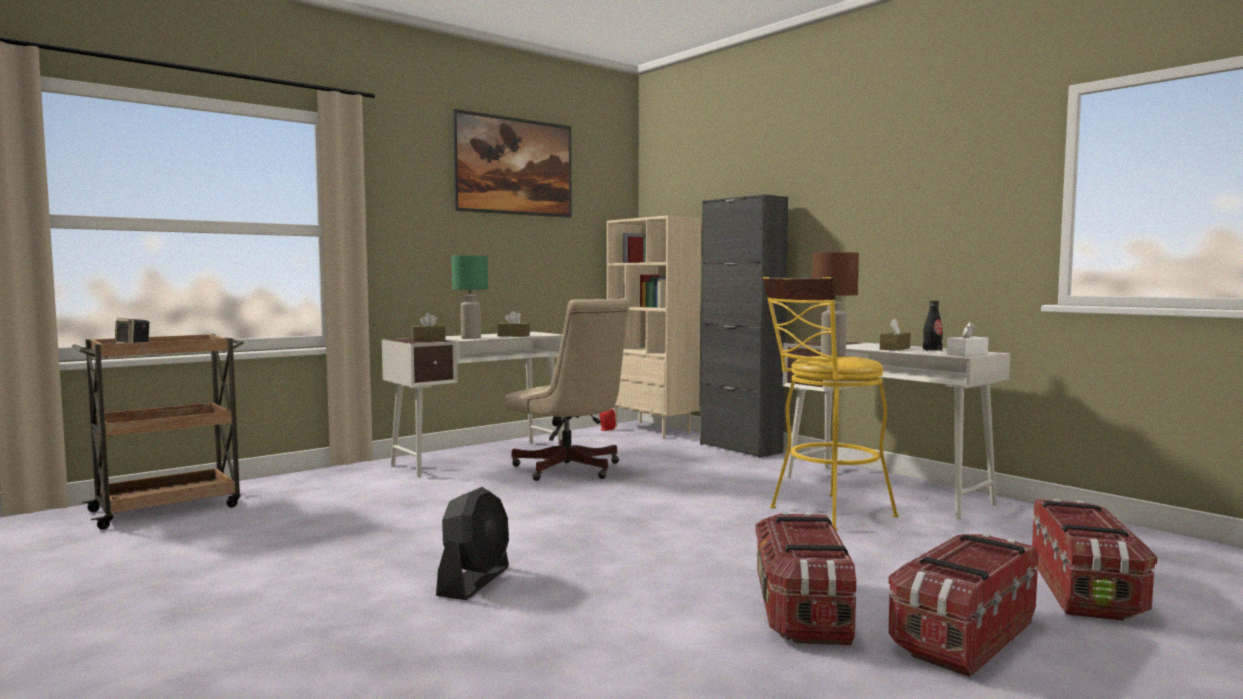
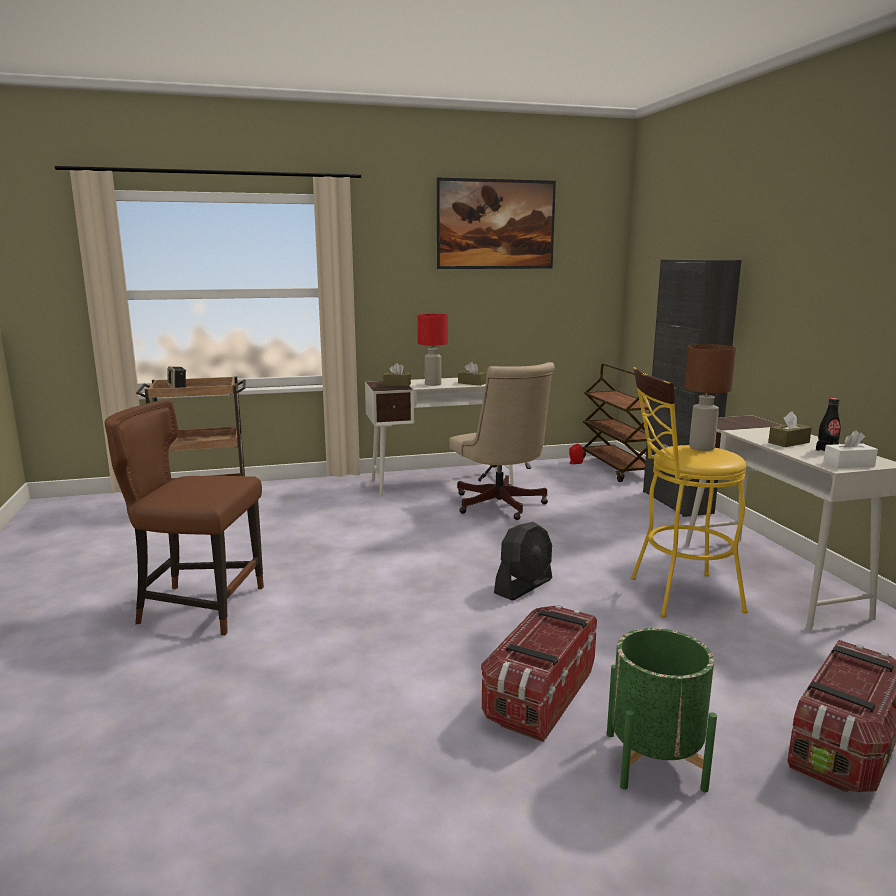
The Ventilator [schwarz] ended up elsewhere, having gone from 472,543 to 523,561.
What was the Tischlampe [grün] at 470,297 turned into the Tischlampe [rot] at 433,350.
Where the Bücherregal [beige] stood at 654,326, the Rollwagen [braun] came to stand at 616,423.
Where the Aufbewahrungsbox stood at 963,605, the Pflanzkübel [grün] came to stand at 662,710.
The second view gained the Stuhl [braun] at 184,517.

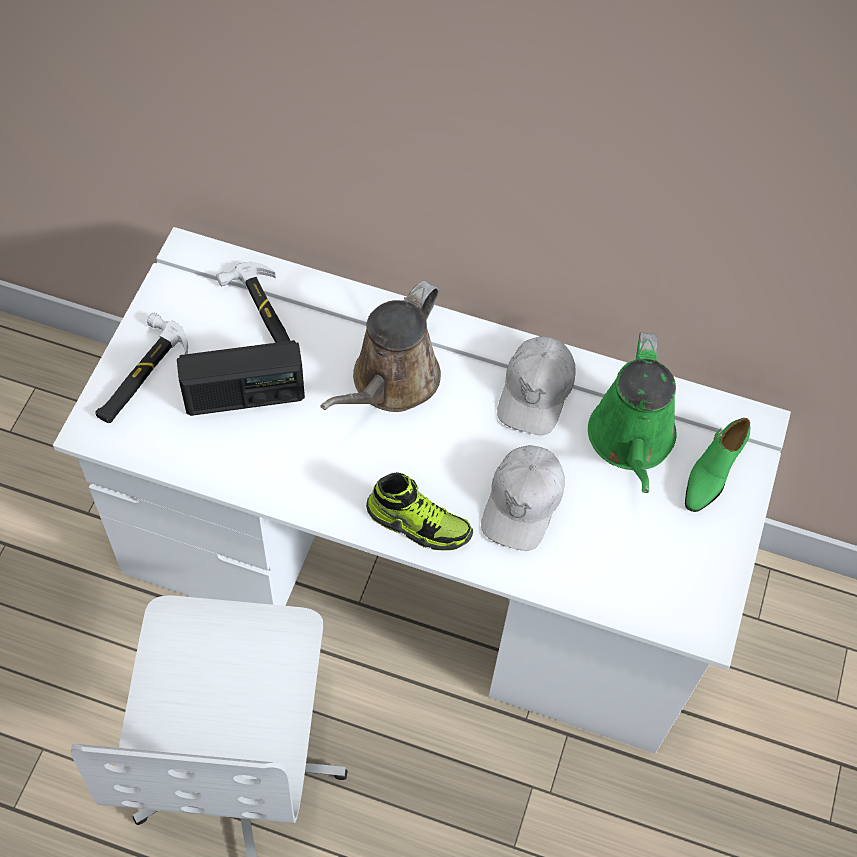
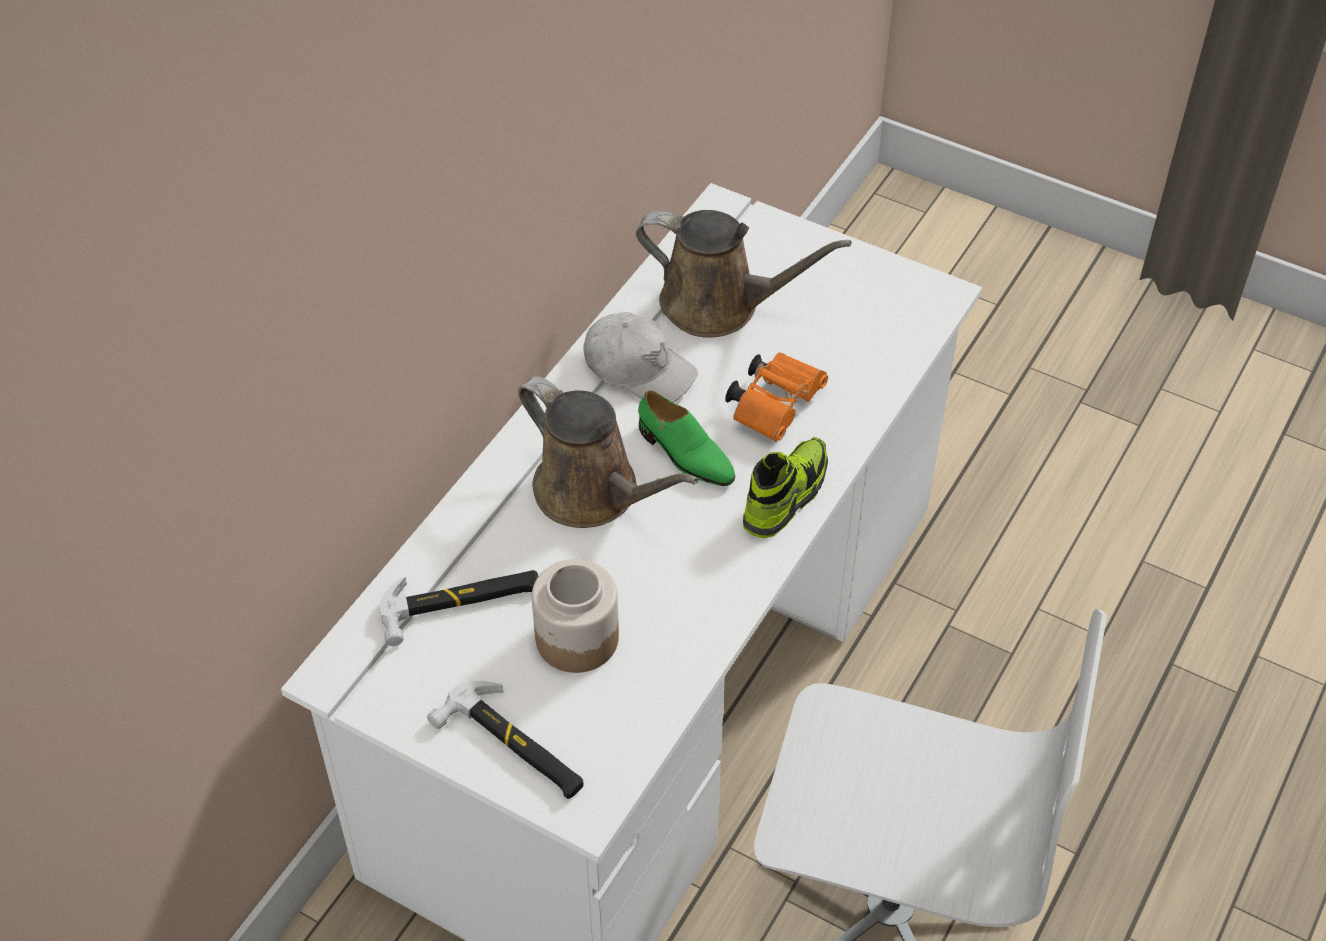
Where the Radio stood at 241,378, the Vorratsglas came to stand at 575,616.
Where the Kappe [weiß] stood at 523,498, the Fernglas [orange] came to stand at 776,397.
What was the Gießkanne [grün] at 632,412 turned into the Gießkanne [braun] at 744,274.
The Schuh [grün] ended up elsewhere, having gone from 717,465 to 686,438.

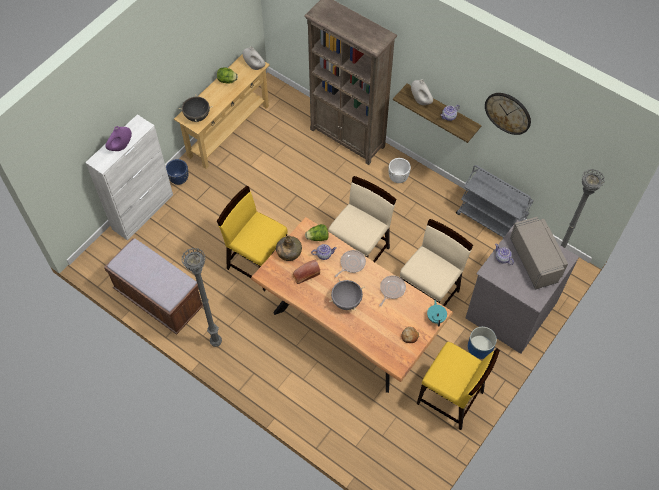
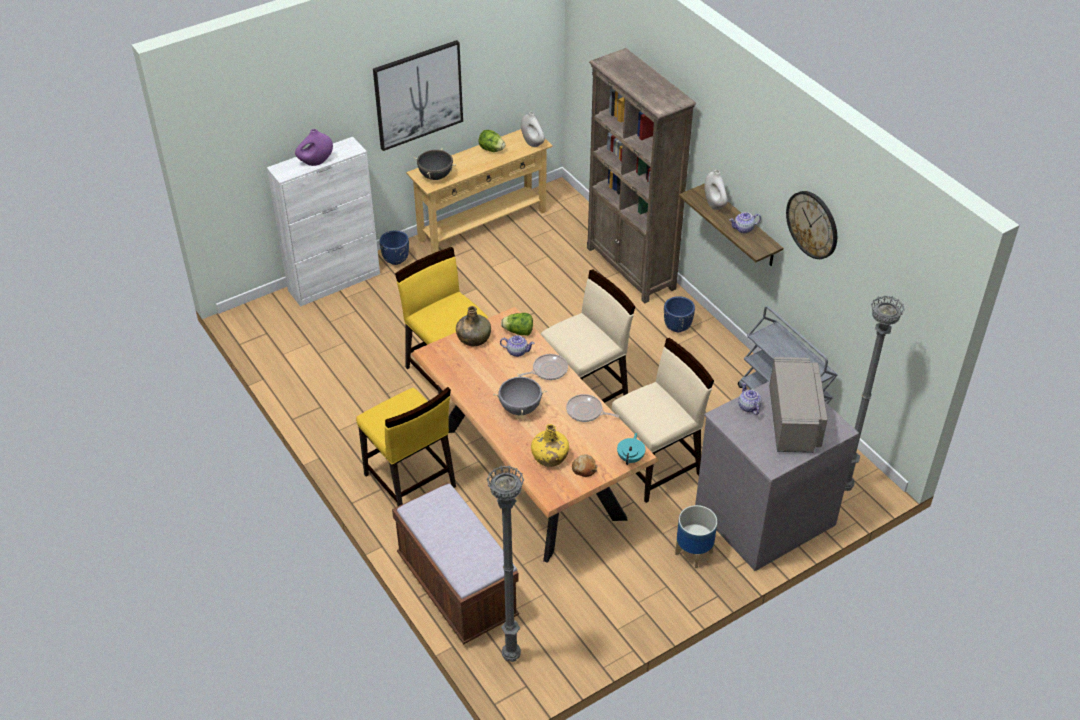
The Bank [braun] ended up elsewhere, having gone from 153,286 to 455,563.
The Stehlampe [grau] ended up elsewhere, having gone from 201,297 to 505,563.
The second view lost the Brot at 306,272.
The Pfanne at 392,291 ended up facing another way, 120 degrees counterclockwise from before.
What was the Pflanzkübel [weiß] at 399,170 turned into the Pflanzkübel [blau] at 679,314.
The Stuhl [gelb] ended up elsewhere, having gone from 458,386 to 406,446.
The second view gained the Bild at 418,95.
The second view gained the Flasche [gelb] at 550,445.

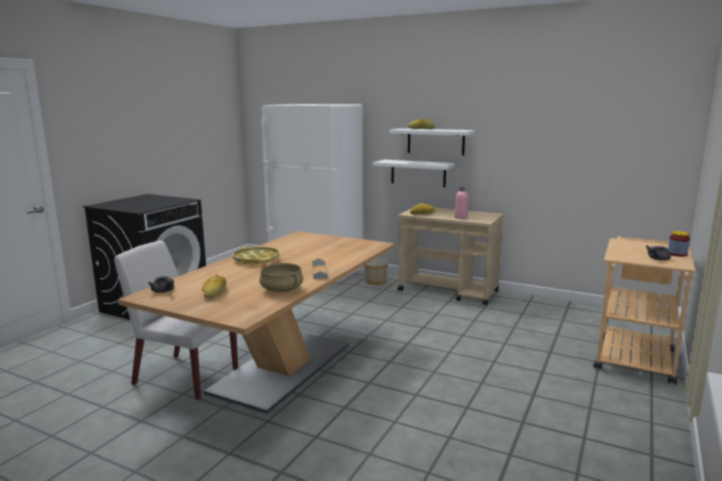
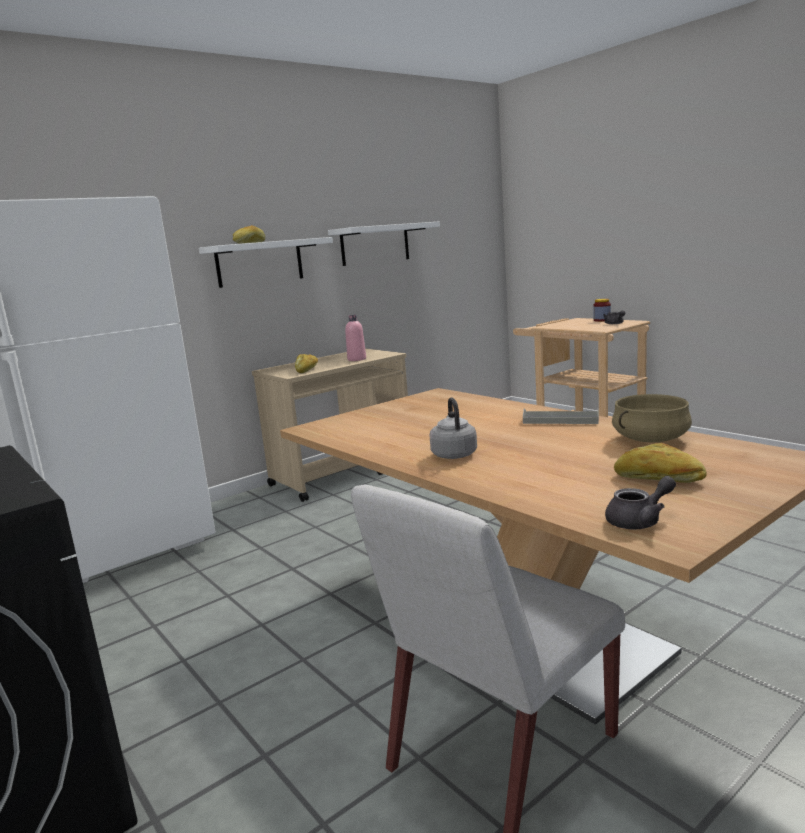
Where the Tablett [gelb] stood at 256,255, the Wasserkessel [grau] came to stand at 453,428.
The second view lost the Pflanzkübel at 376,272.
The Wandregal [weiß] ended up elsewhere, having gone from 414,173 to 384,244.

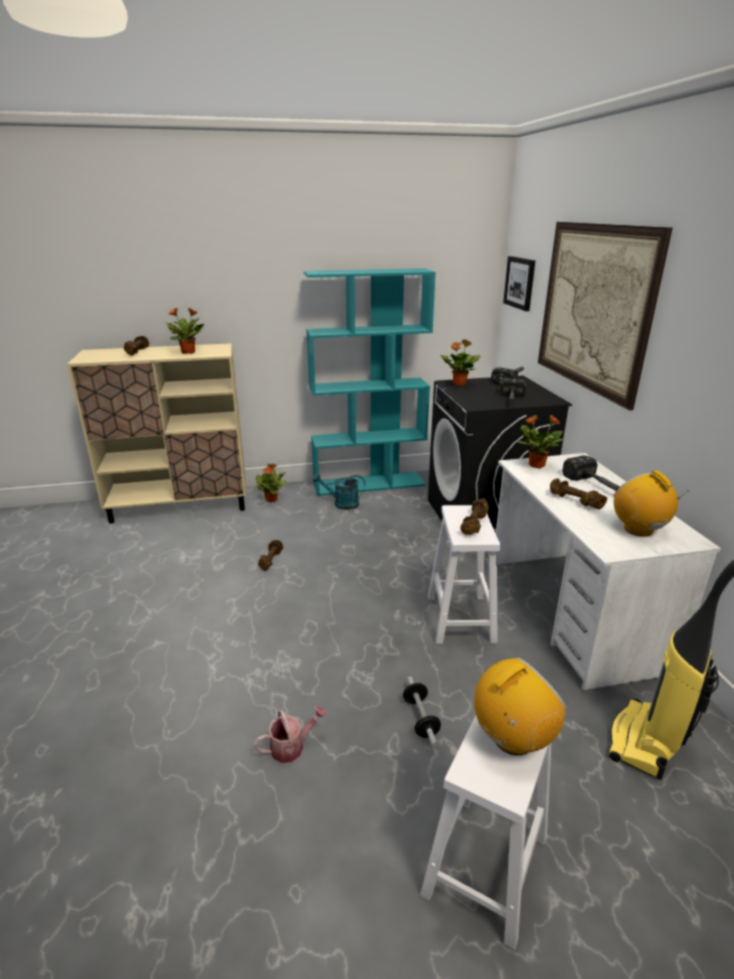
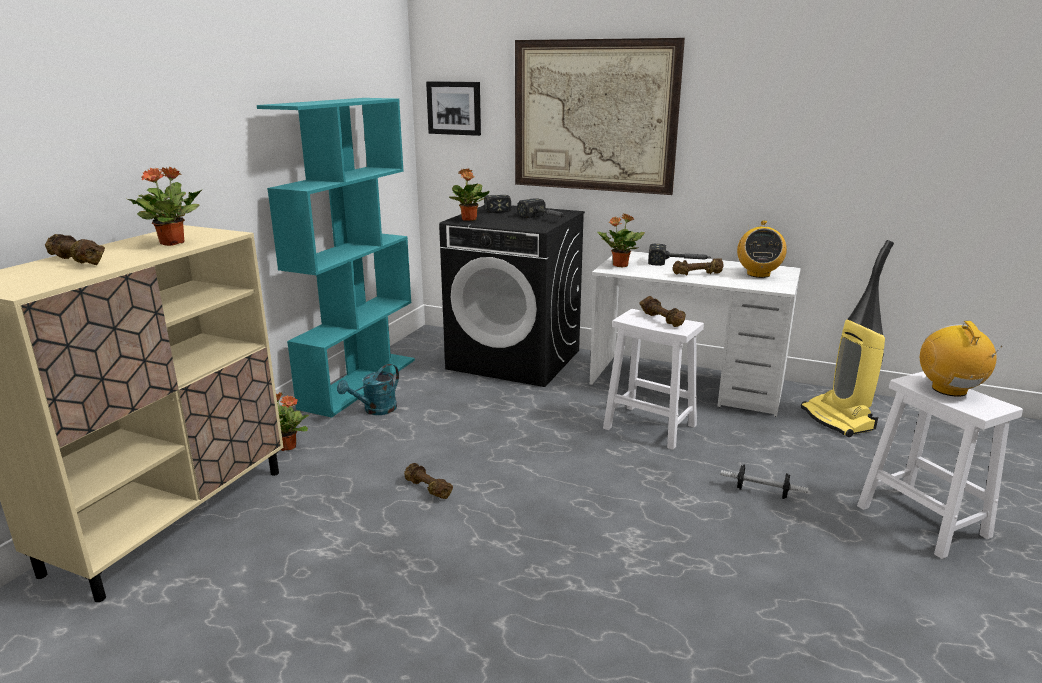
The second view lost the Gießkanne at 290,734.
The Radio at 651,503 ended up facing another way, 90 degrees counterclockwise from before.

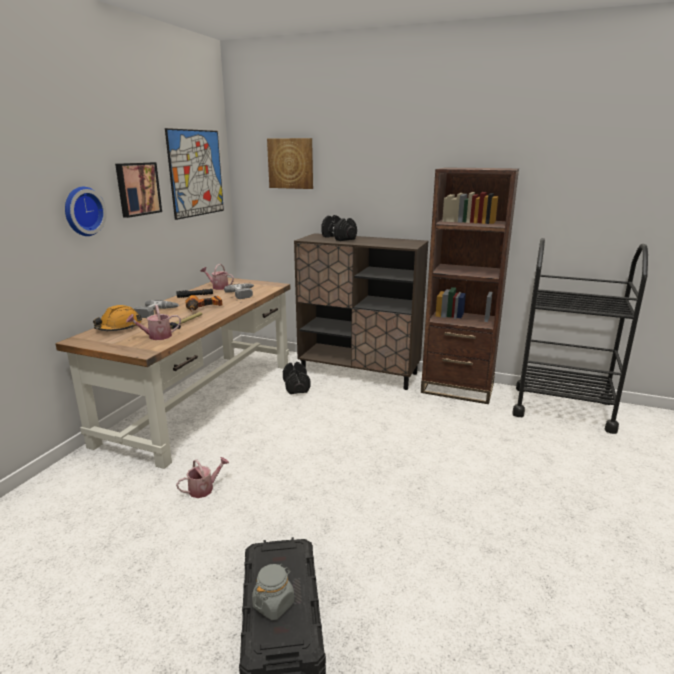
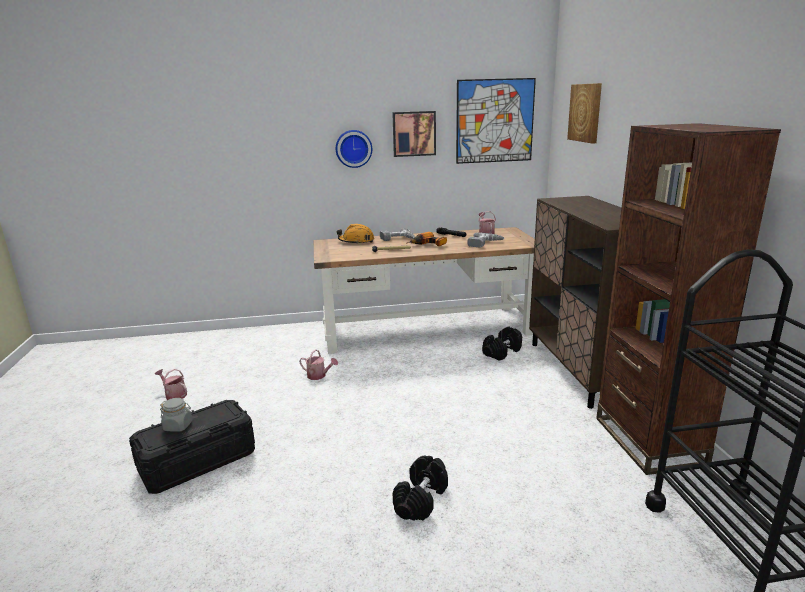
The Gießkanne ended up elsewhere, having gone from 153,322 to 171,384.
The Hantel [schwarz] ended up elsewhere, having gone from 339,228 to 420,488.

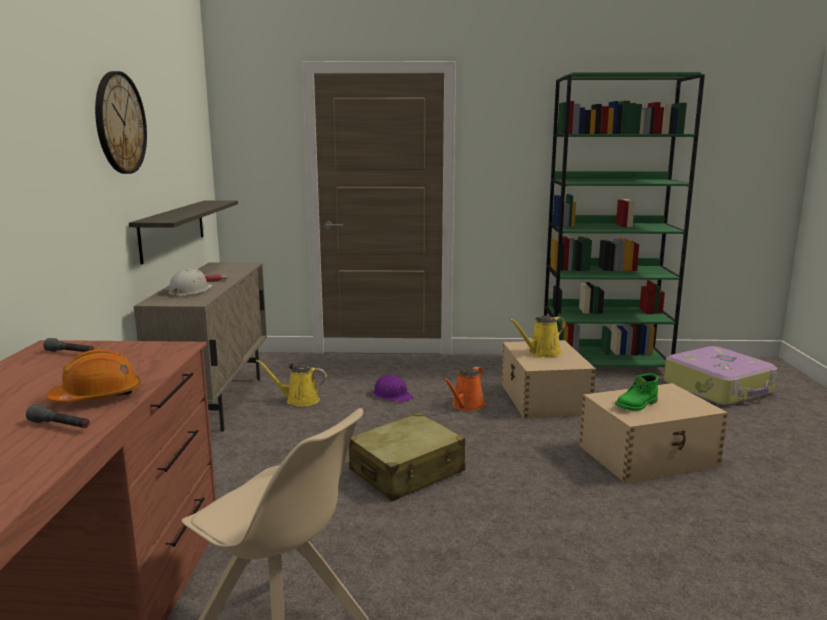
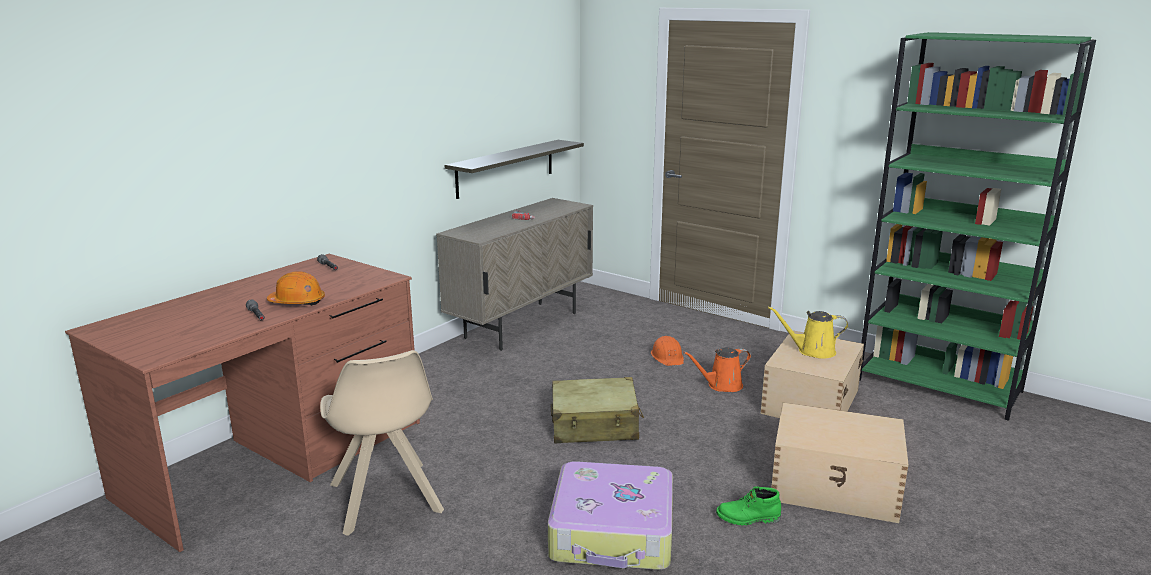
The second view lost the Wanduhr at 121,122.
The second view lost the Schutzhelm [weiß] at 190,282.
The second view lost the Gießkanne [gelb] at 291,383.
What was the Schutzhelm [lila] at 393,388 turned into the Schutzhelm [orange] at 667,351.
The Stiefel [grün] ended up elsewhere, having gone from 636,392 to 748,505.
The Koffer ended up elsewhere, having gone from 720,376 to 610,515.

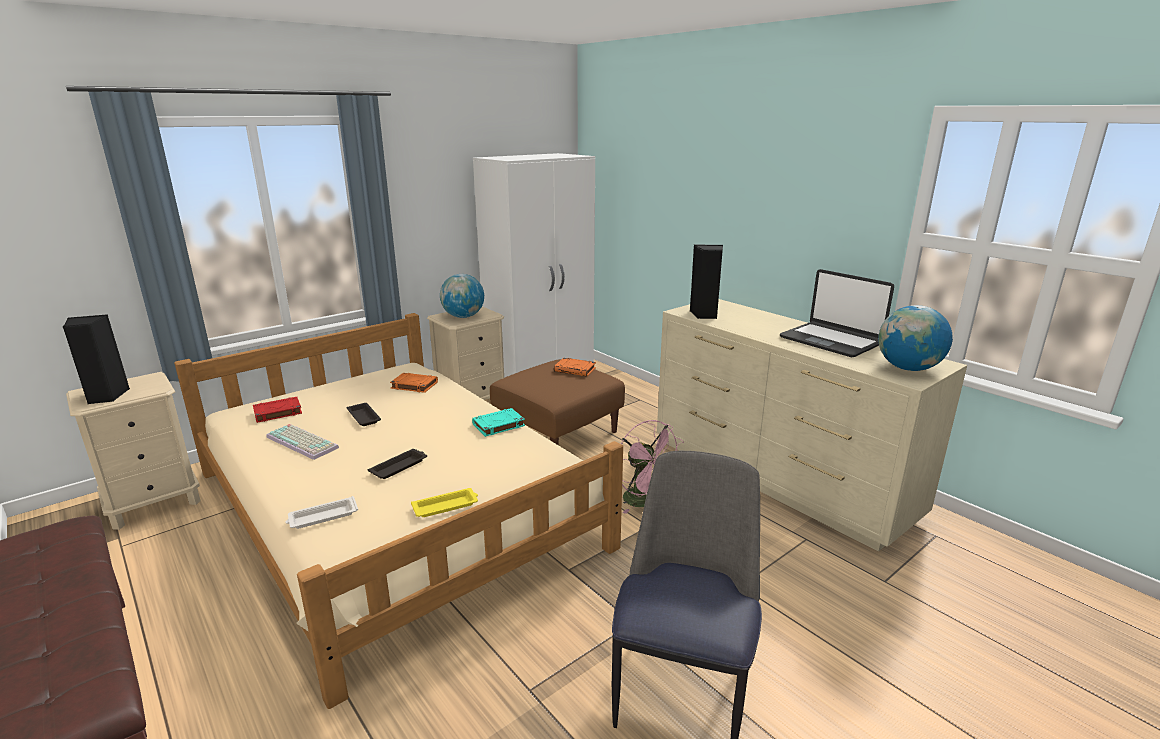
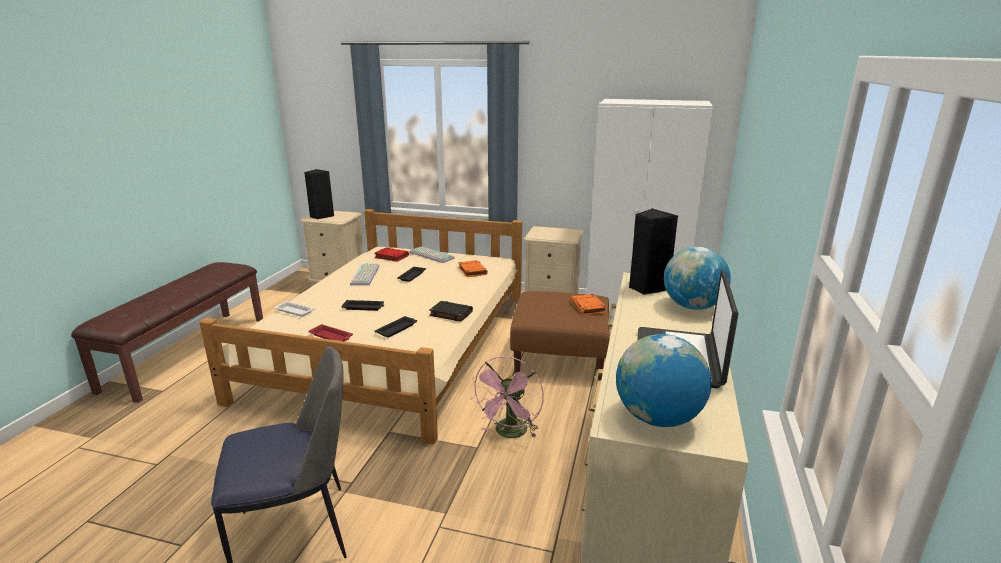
What was the Tablett [gelb] at 444,502 turned into the Tablett [rot] at 331,332.
The Globus ended up elsewhere, having gone from 462,296 to 697,278.
What was the Buch [türkis] at 498,422 turned into the Buch [schwarz] at 451,311.
The second view gained the Tablett [schwarz] at 396,326.
The second view gained the Tastatur at 432,254.

